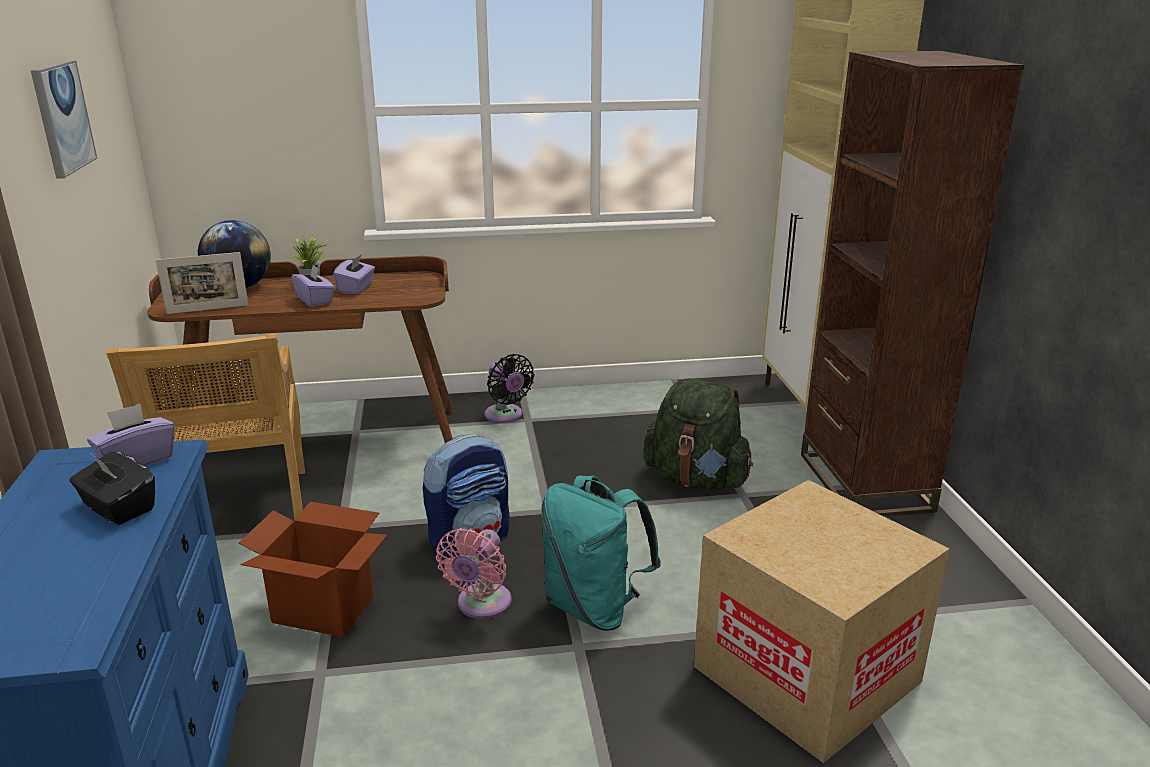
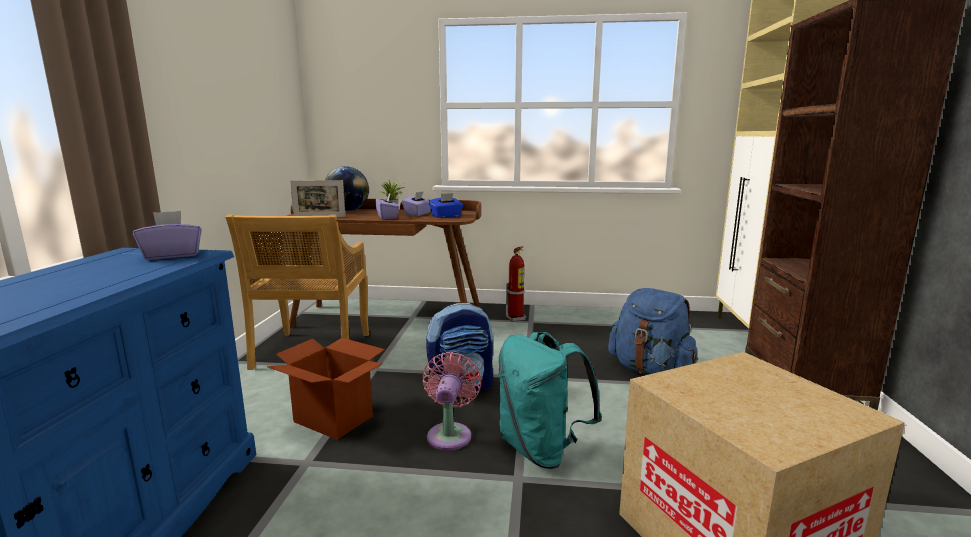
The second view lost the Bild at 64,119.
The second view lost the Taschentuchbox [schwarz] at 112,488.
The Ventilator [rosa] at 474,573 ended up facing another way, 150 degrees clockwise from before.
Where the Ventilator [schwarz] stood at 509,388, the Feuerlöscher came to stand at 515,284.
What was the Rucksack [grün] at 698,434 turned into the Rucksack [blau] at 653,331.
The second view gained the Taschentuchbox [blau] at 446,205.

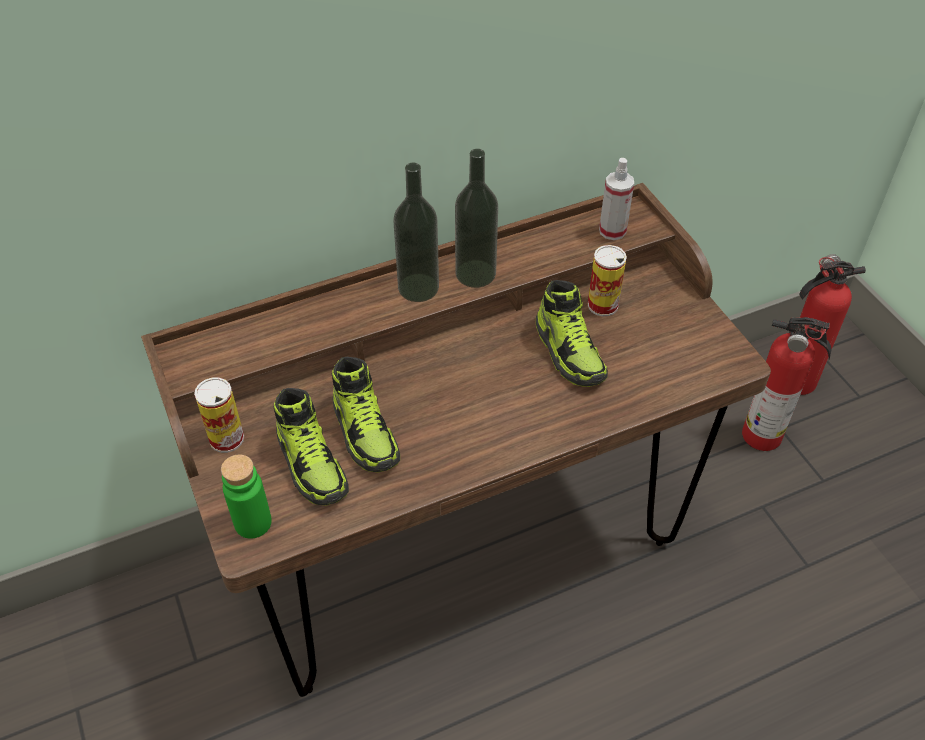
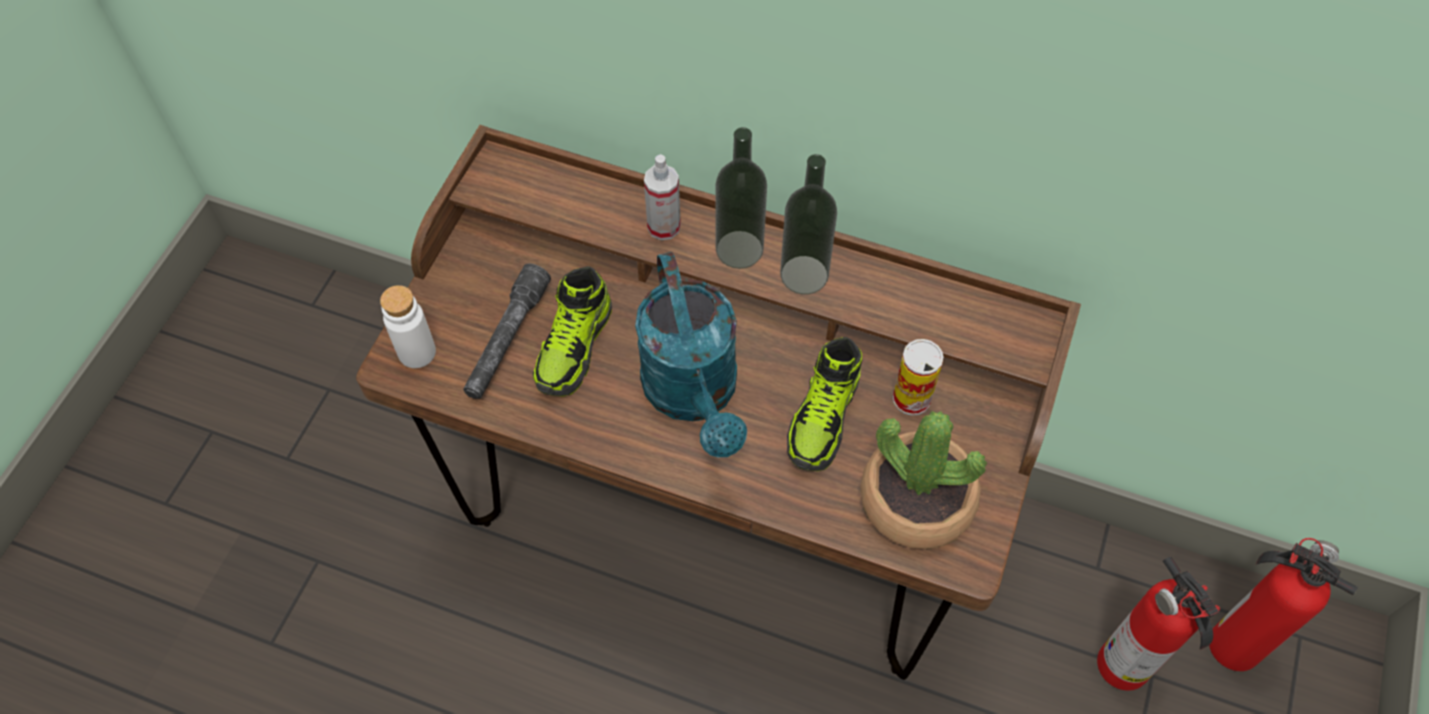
The second view lost the Dose at 219,415.
What was the Flasche [grün] at 246,496 turned into the Flasche [weiß] at 408,326.
Where the Schuh stood at 311,446, the Taschenlampe [grau] came to stand at 507,331.
The Sprühflasche ended up elsewhere, having gone from 616,199 to 662,197.
The second view gained the Gießkanne [türkis] at 691,354.
The second view gained the Topfpflanze at 923,480.

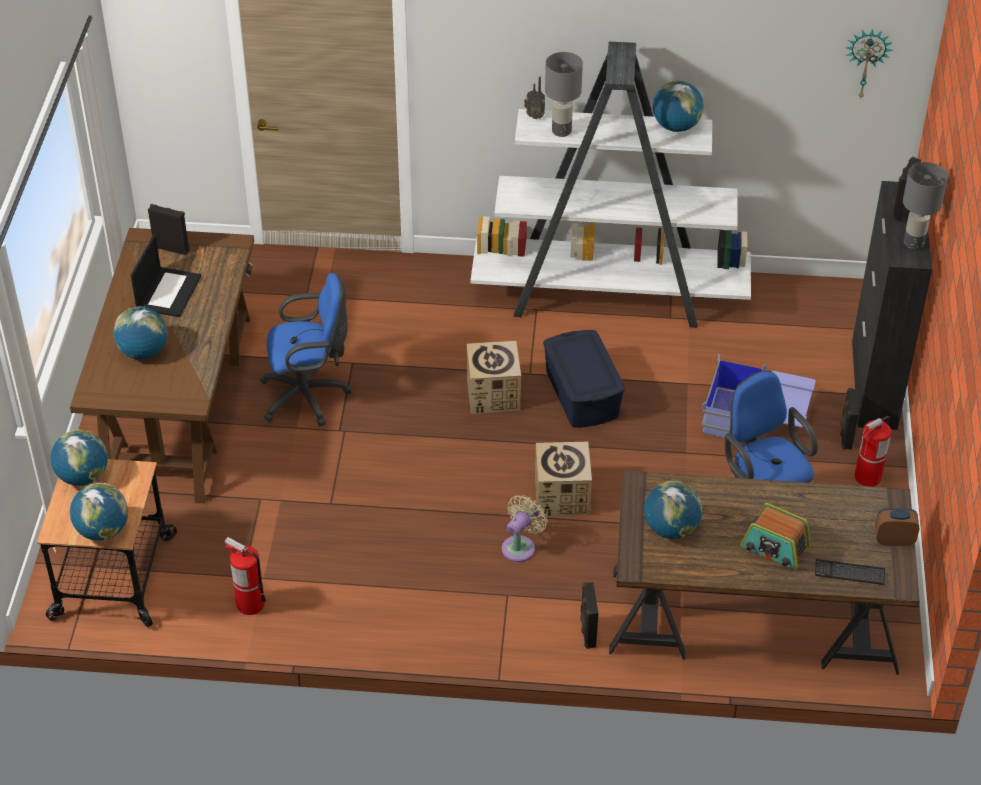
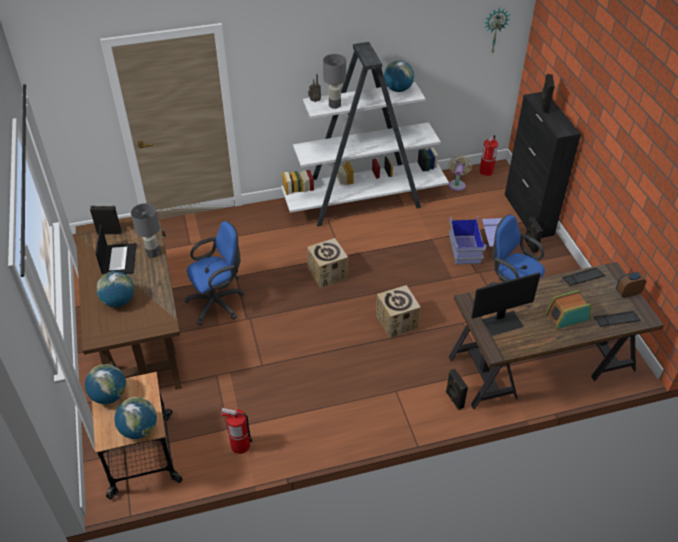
The Ventilator [beige] ended up elsewhere, having gone from 524,528 to 460,173.
The second view lost the Aufbewahrungsbox [blau] at 584,379.
Where the Globus stood at 673,510, the Monitor came to stand at 506,304.
The Radio at 775,536 ended up facing another way, 150 degrees clockwise from before.
The Feuerlöscher ended up elsewhere, having gone from 872,451 to 489,155.
The Tischlampe [grau] ended up elsewhere, having gone from 925,206 to 145,230.
The second view gained the Tastatur at 583,277.

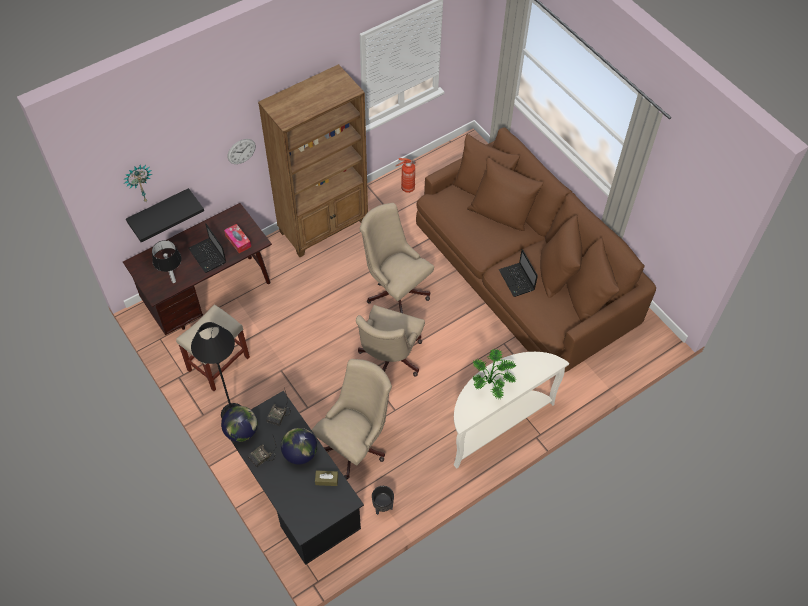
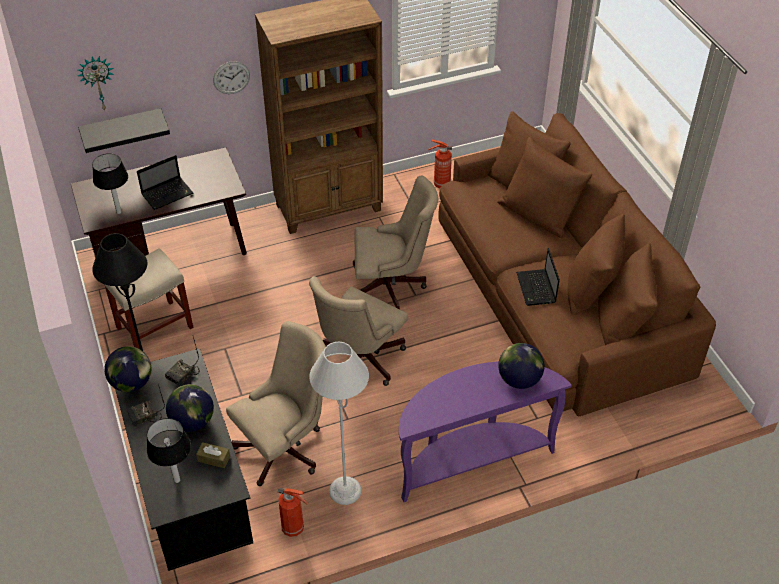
The Laptop at 207,248 ended up facing another way, 105 degrees counterclockwise from before.
The second view lost the Taschentuchbox at 237,238.
The Bürostuhl [beige] at 396,258 ended up facing another way, 120 degrees clockwise from before.
Where the Pflanzkübel [schwarz] stood at 383,500, the Feuerlöscher came to stand at 293,512.
What was the Konsolentisch [weiß] at 511,410 turned into the Konsolentisch [lila] at 485,431.
The second view lost the Topfpflanze at 494,374.
The second view gained the Tischlampe at 169,450.
The second view gained the Stehlampe [grau] at 339,423.
The second view gained the Globus at 521,366.

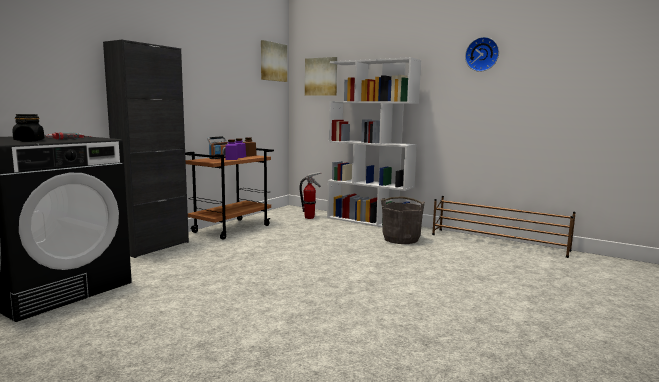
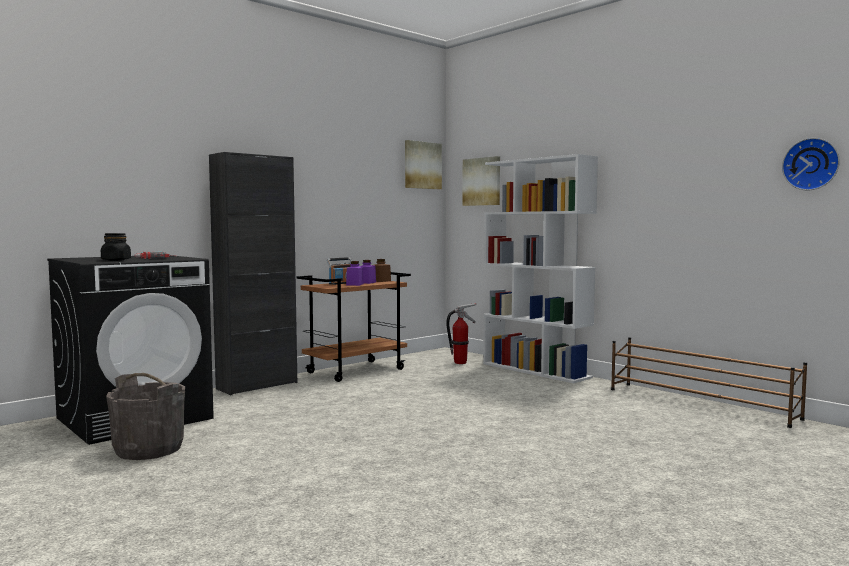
The Eimer [grau] ended up elsewhere, having gone from 403,220 to 145,416.
The Wanduhr ended up elsewhere, having gone from 482,54 to 811,164.

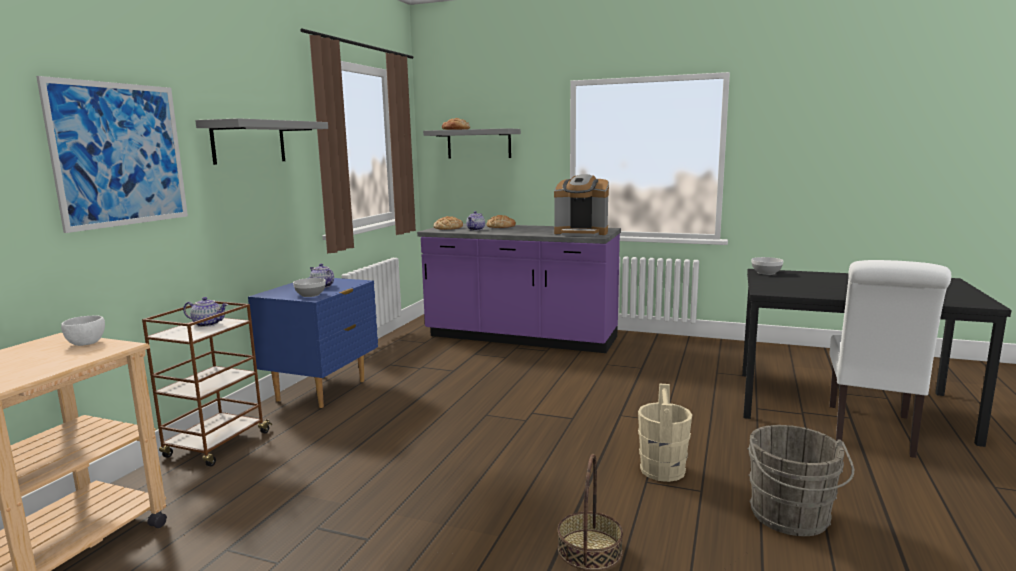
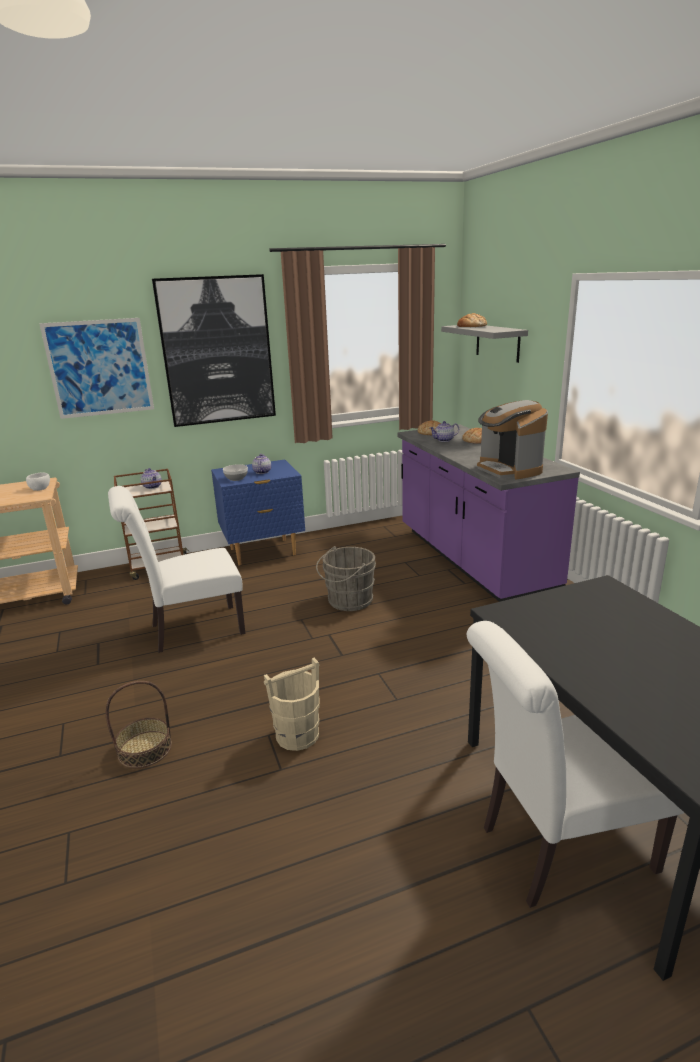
Where the Wandregal [grau] hung at 261,141, the Bild came to hang at 214,350.
The Eimer [grau] ended up elsewhere, having gone from 801,480 to 346,578.
The second view lost the Schüssel at 767,266.
The second view gained the Stuhl [weiß] at 176,569.

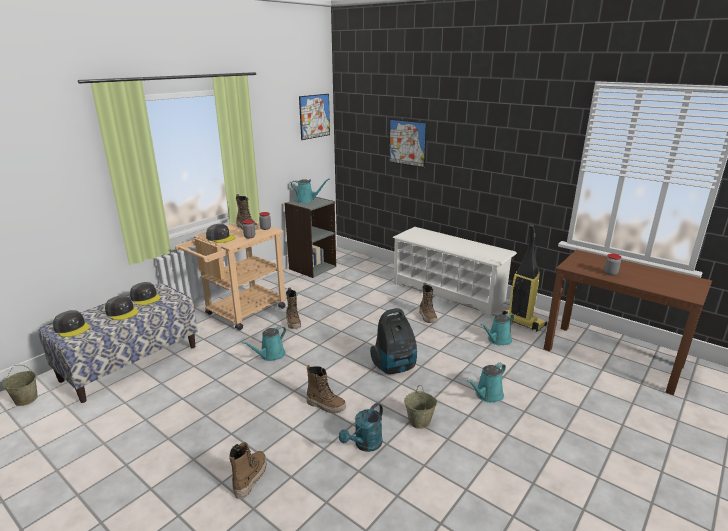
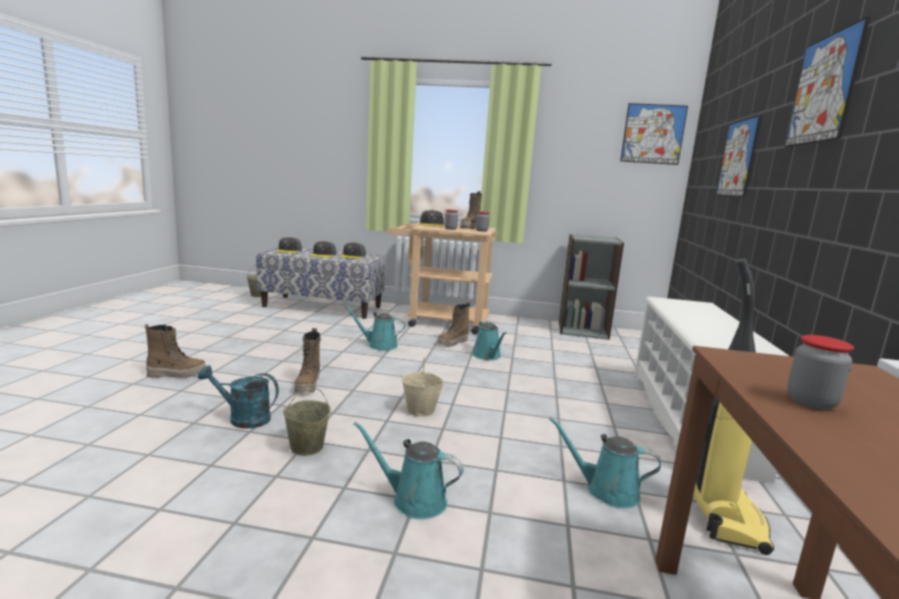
The Gießkanne [türkis] ended up elsewhere, having gone from 309,191 to 489,340.
Where the Staubsauger stood at 393,341, the Eimer [beige] came to stand at 423,387.
The second view lost the Stiefel at 428,303.
The second view gained the Bild at 828,81.

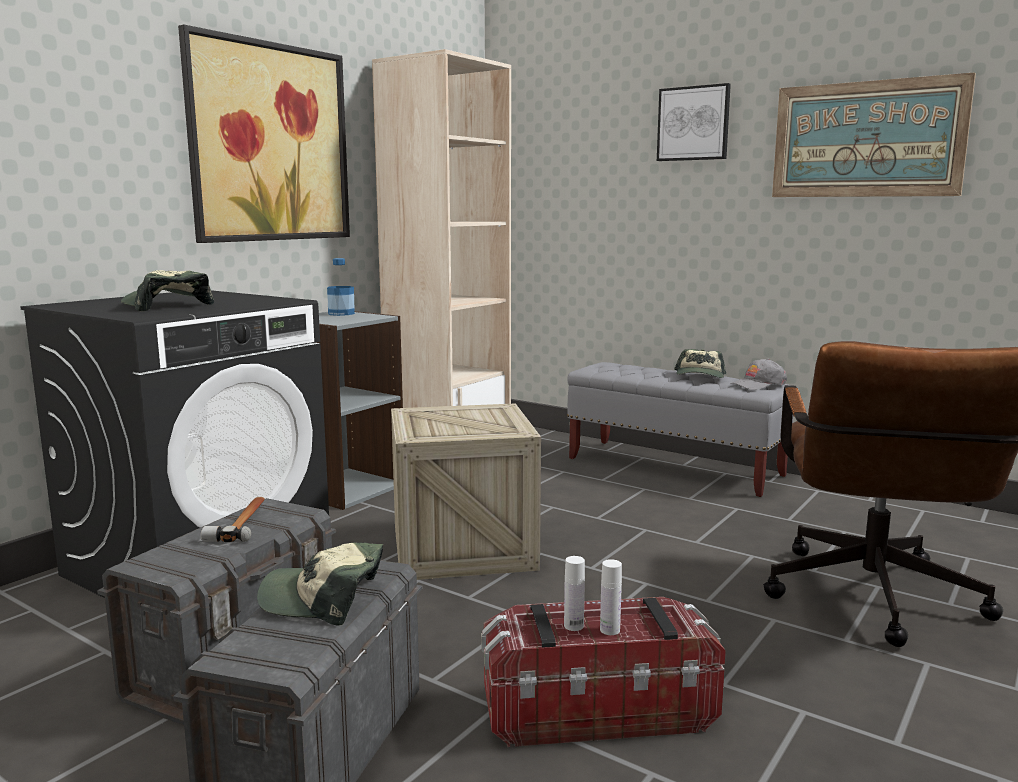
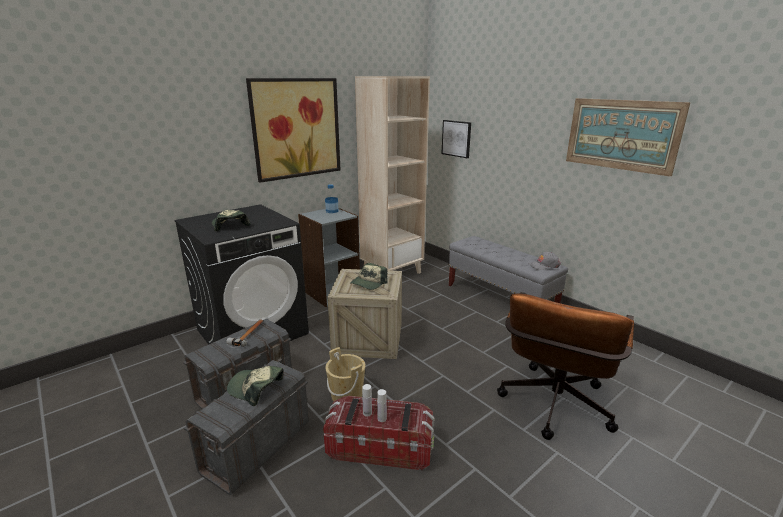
The Bild ended up elsewhere, having gone from 694,122 to 456,139.
The Kappe ended up elsewhere, having gone from 700,363 to 369,276.
The second view gained the Eimer [beige] at 345,374.

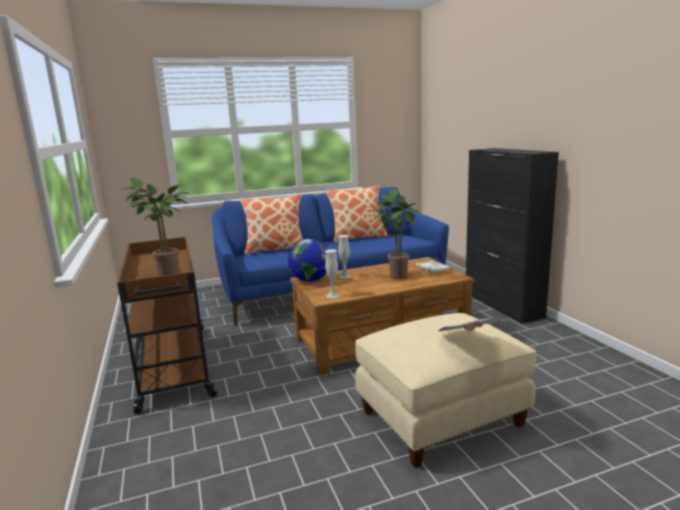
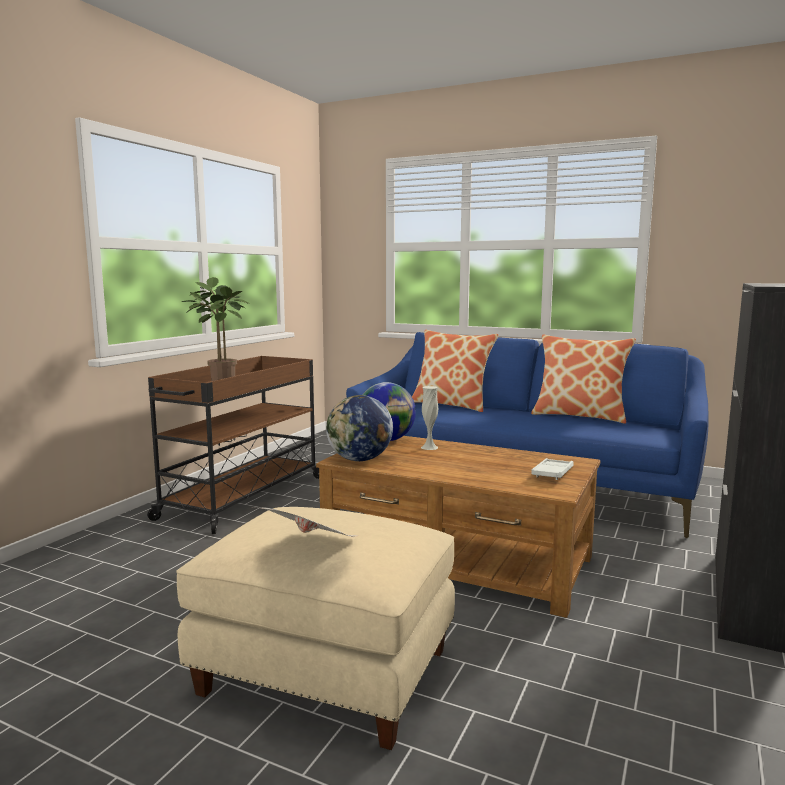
Where the Vase [weiß] stood at 332,273, the Globus came to stand at 359,428.
The second view lost the Topfpflanze at 396,234.

